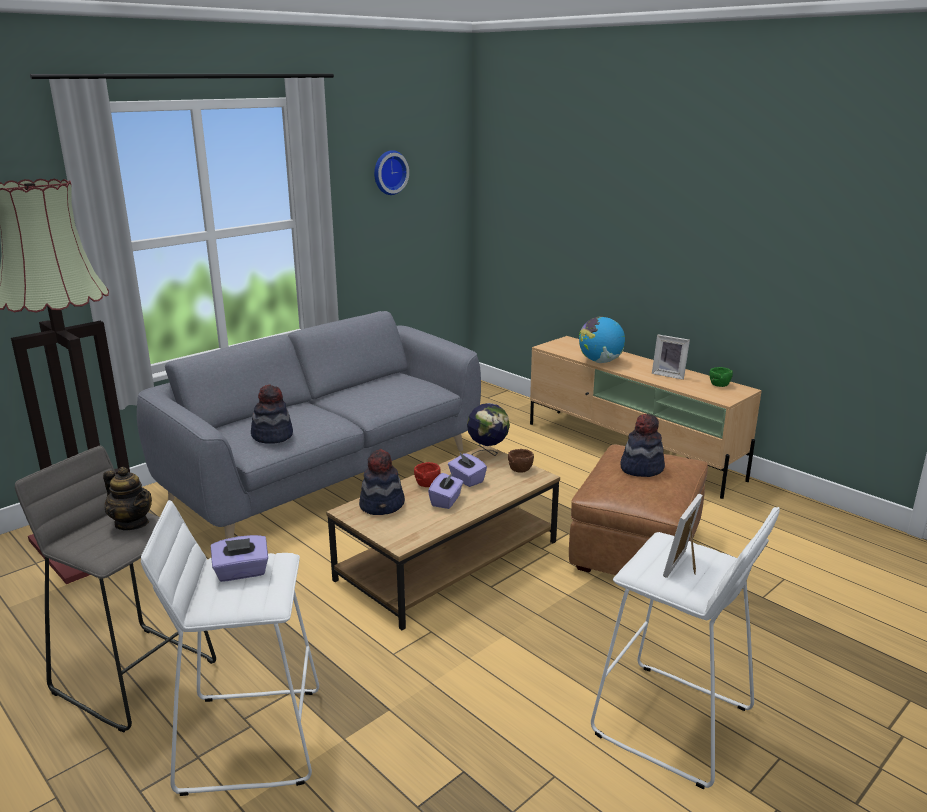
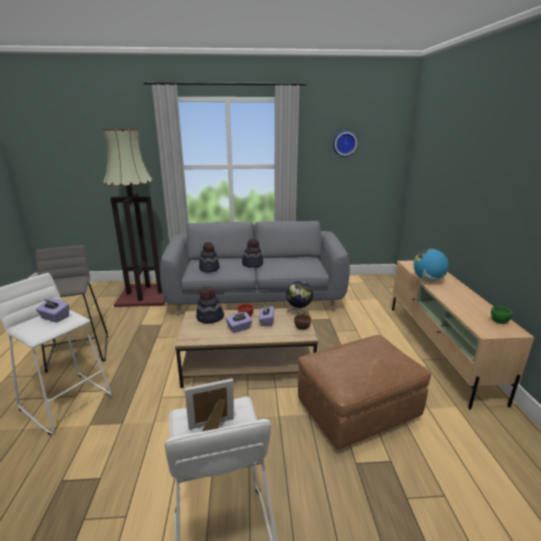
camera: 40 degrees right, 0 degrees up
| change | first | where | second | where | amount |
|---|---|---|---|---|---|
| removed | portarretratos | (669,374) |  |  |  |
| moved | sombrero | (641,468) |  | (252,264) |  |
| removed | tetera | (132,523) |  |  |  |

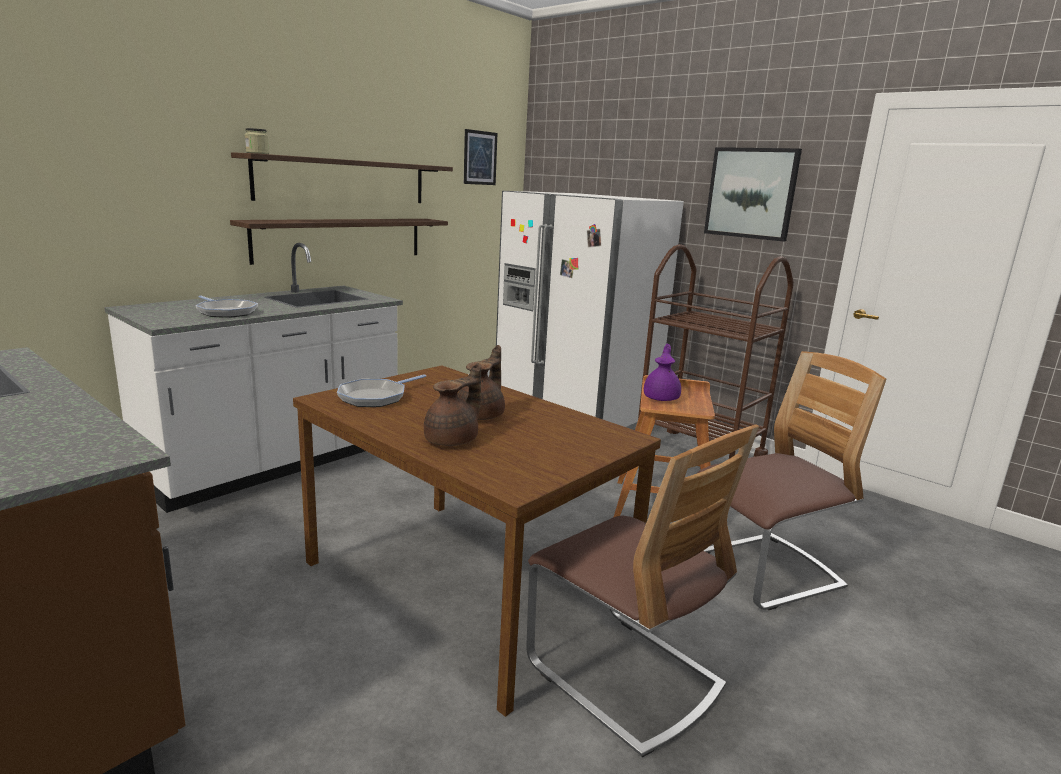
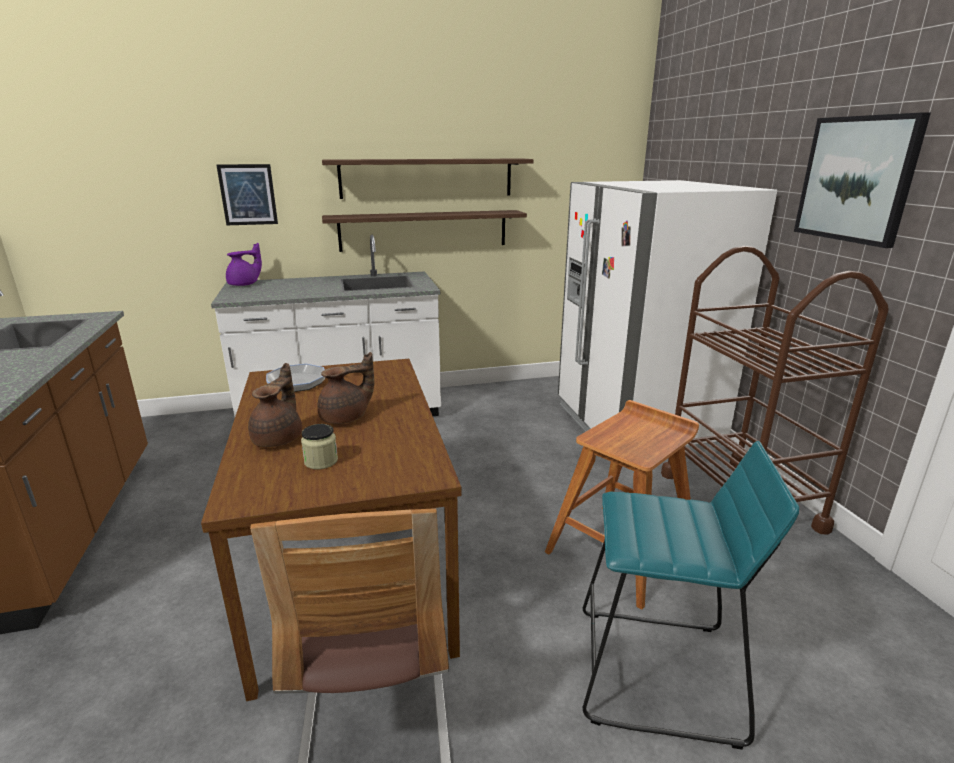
camera: 35 degrees right, 5 degrees up
| change | first | where | second | where | amount |
|---|---|---|---|---|---|
| moved | tarro | (257,153) |  | (321,461) |  |
| moved | cuadro | (480,158) |  | (248,195) |  |
| removed | sartén | (225,312) |  |  |  |
| moved | tetera (morado) | (662,397) |  | (245,284) |  |
| replaced | silla | (763,571) | taburete (turquesa) | (657,673) |  |
| turned | tetera (marrón) | (453,440) |  | (279,438) | 60 degrees counterclockwise |

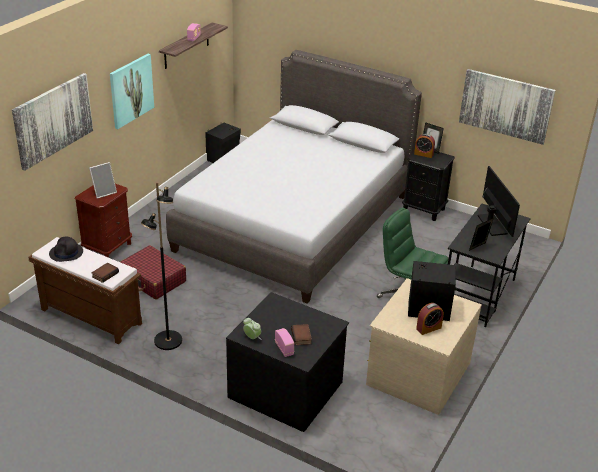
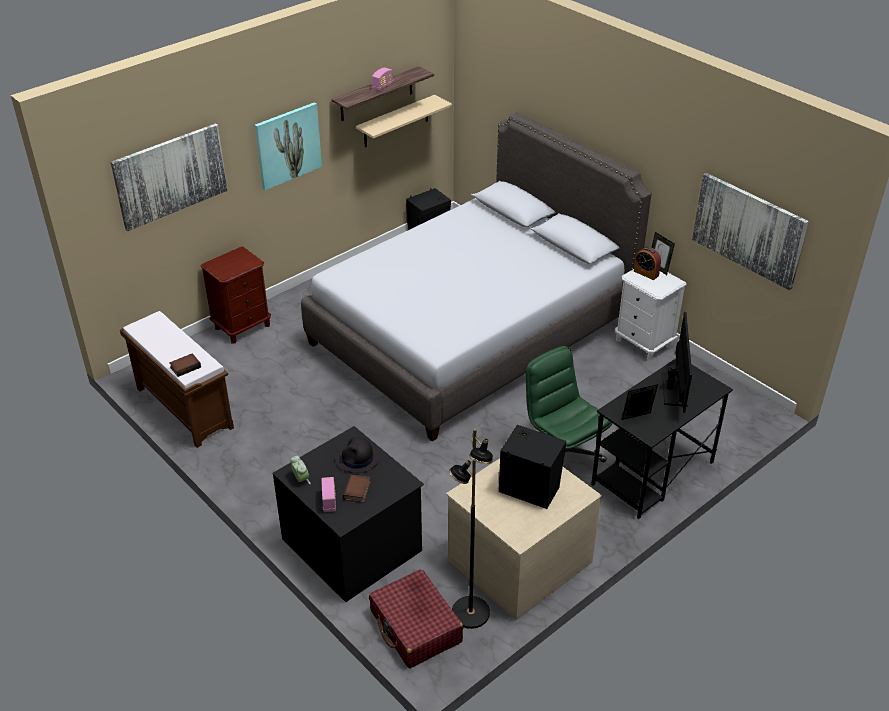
camera: 20 degrees right, 5 degrees up
| change | first | where | second | where | amount |
|---|---|---|---|---|---|
| recoloured | mesita de noche (negro) | (423,210) | mesita de noche (blanco) | (644,343) |  |
| removed | portarretratos | (104,192) |  |  |  |
| moved | lámpara de pie (negro) | (167,341) |  | (470,613) |  |
| moved | sombrero (negro) | (66,253) |  | (357,458) |  |
| moved | maleta (rojo) | (153,280) |  | (415,627) |  |
| removed | despertador | (428,328) |  |  |  |
| added |  |  | estante (beis) | (396,121) |  |

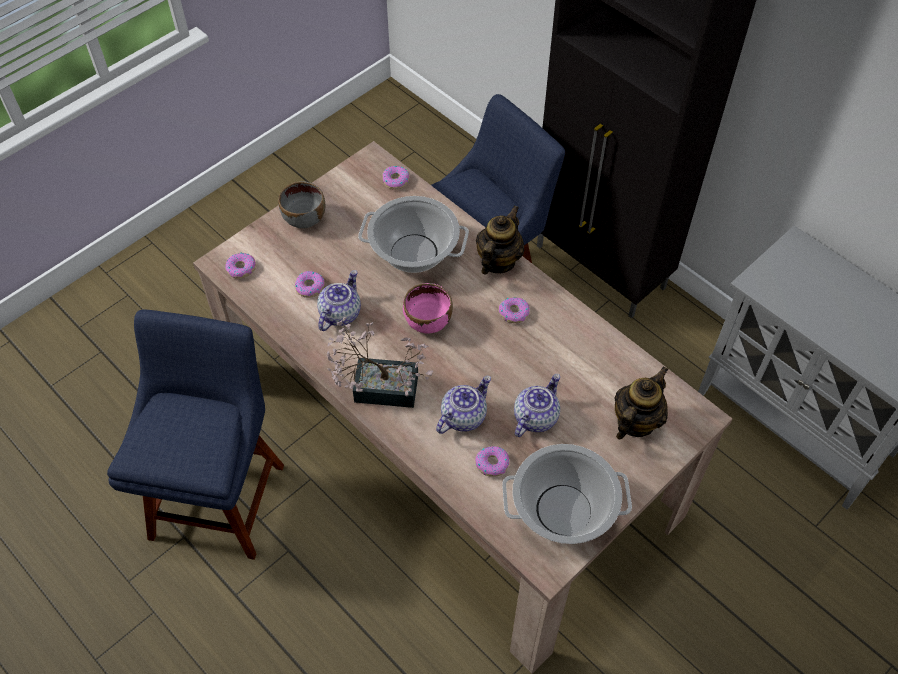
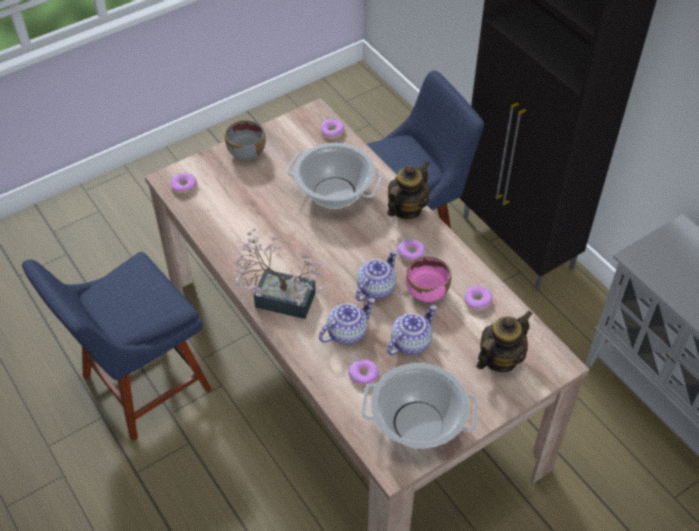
camera: 10 degrees right, 5 degrees down
| change | first | where | second | where | amount |
|---|---|---|---|---|---|
| moved | tetera | (340,313) |  | (375,288) |  |
| moved | rosquilla | (309,287) |  | (477,301) |  |
| moved | cuenco (rosa) | (428,321) |  | (426,292) |  |
| turned | silla (azul) | (220,494) |  | (140,386) | 150 degrees counterclockwise |

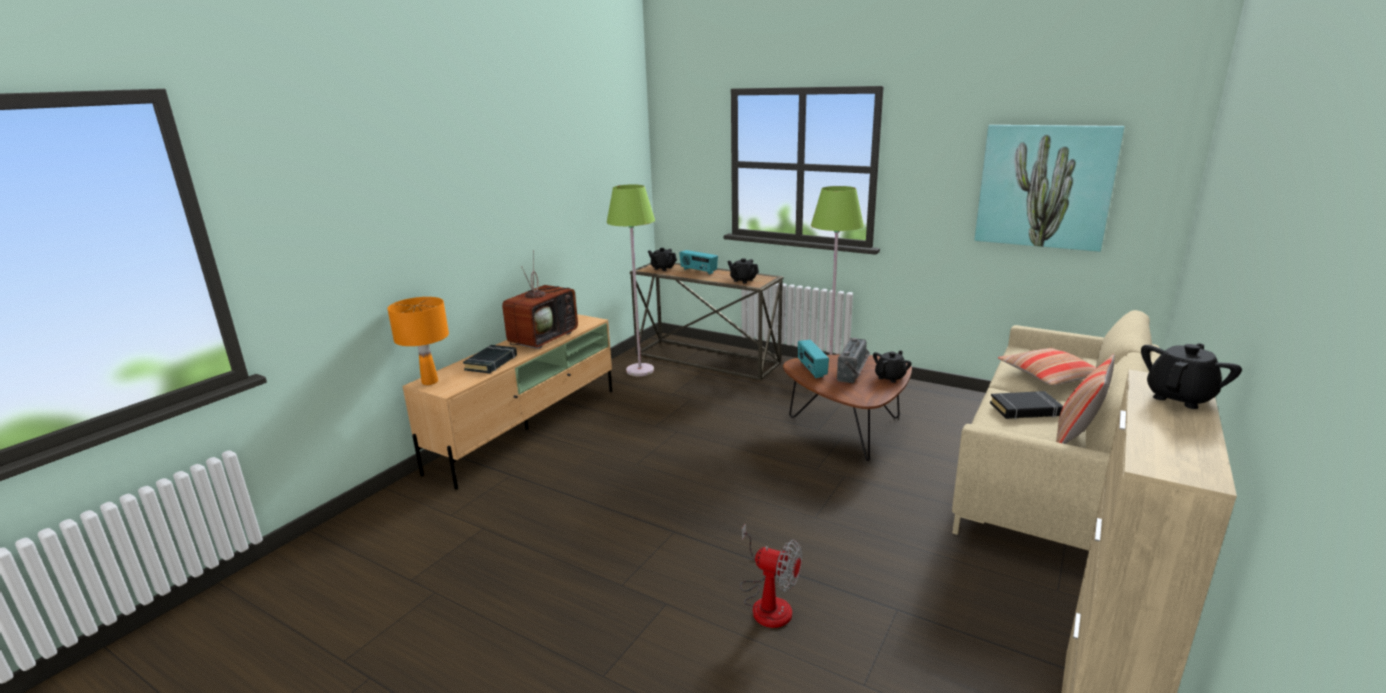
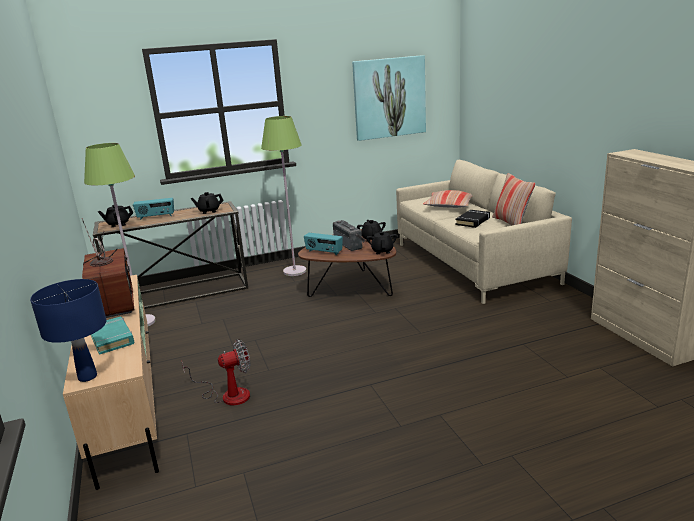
camera: 50 degrees left, 0 degrees up
| change | first | where | second | where | amount |
|---|---|---|---|---|---|
| recoloured | lámpara de mesa (naranja) | (430,382) | lámpara de mesa (azul) | (87,376) |  |
| moved | tetera (negro) | (1179,397) |  | (382,251) |  |
| recoloured | libro (negro) | (491,363) | libro (turquesa) | (112,338) |  |
| moved | ventilador | (767,602) |  | (228,395) |  |

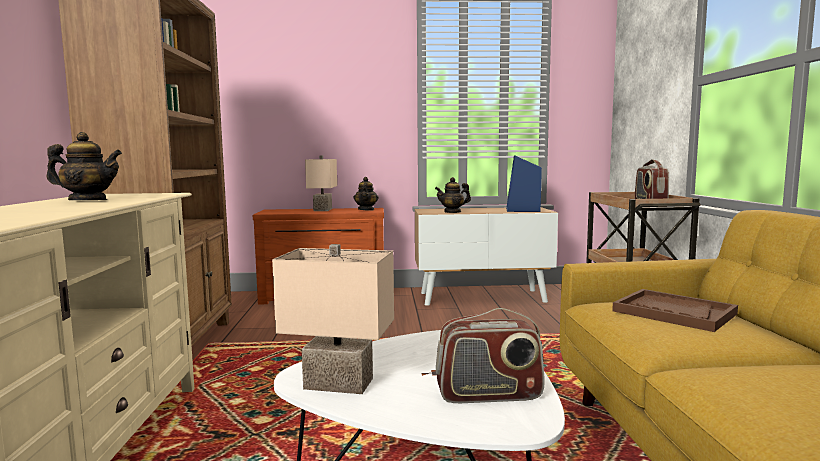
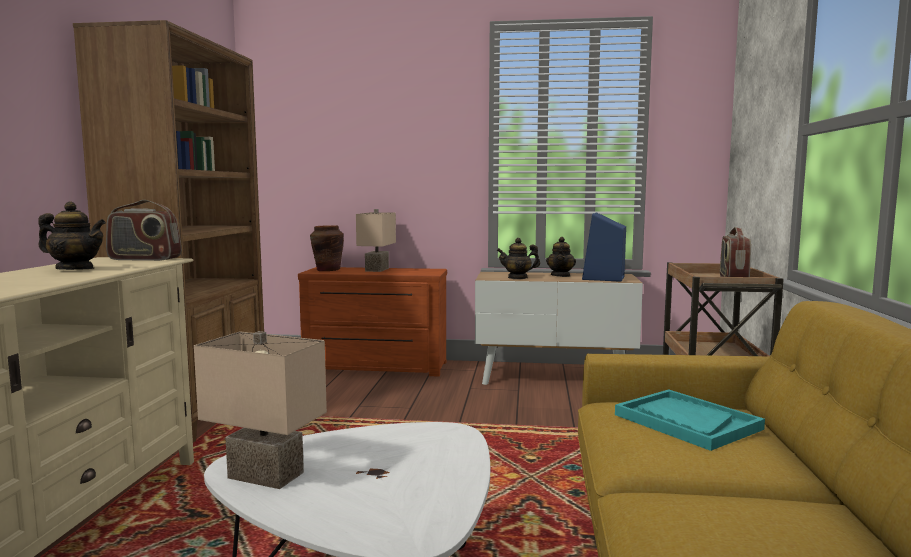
camera: 10 degrees right, 0 degrees up
| change | first | where | second | where | amount |
|---|---|---|---|---|---|
| moved | tetera | (366,210) |  | (561,275) |  |
| recoloured | bandeja (marrón) | (673,312) | bandeja (turquesa) | (686,422) |  |
| moved | radio | (489,395) |  | (144,259) |  |
| added |  |  | florero (marrón) | (328,270) |  |

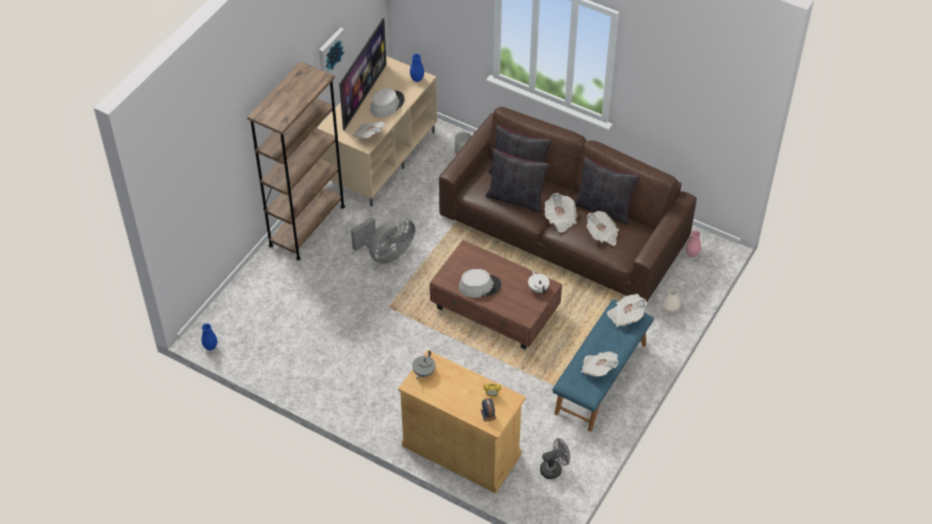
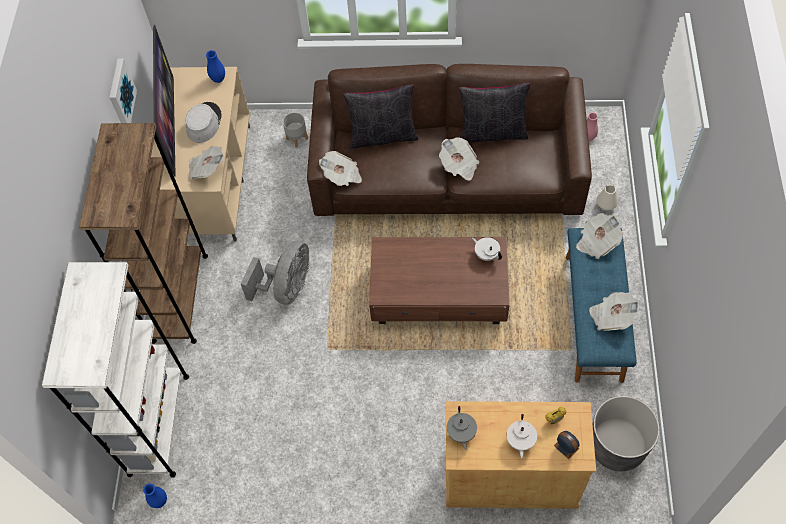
camera: 25 degrees left, 10 degrees up
| change | first | where | second | where | amount |
|---|---|---|---|---|---|
| removed | cojín (negro) | (516,198) |  |  |  |
| moved | periódico | (602,234) |  | (342,176) |  |
| removed | sombrero (gris) | (479,286) |  |  |  |
| replaced | ventilador (gris) | (554,469) | maceta (gris) | (617,445) |  |
| added |  |  | estantería (blanco) | (158,424) |  |
| added |  |  | tetera (blanco) | (520,441) |  |

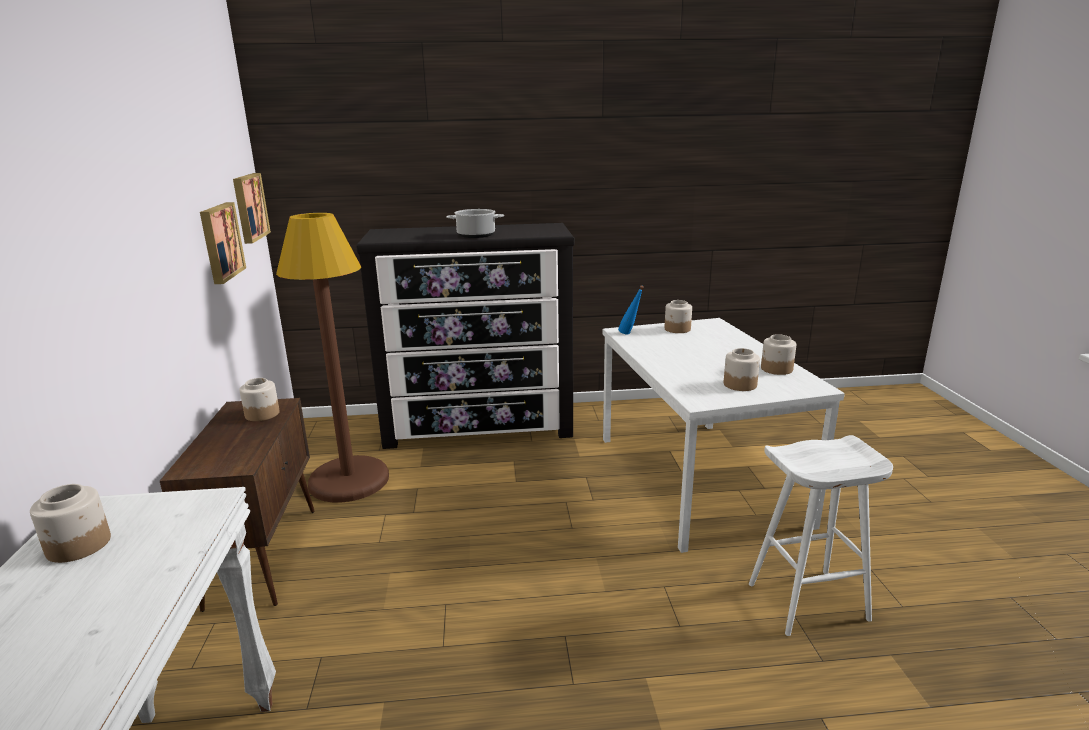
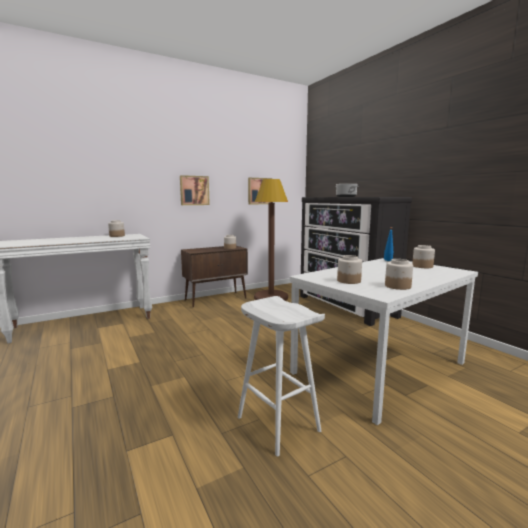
camera: 65 degrees right, 10 degrees down
| change | first | where | second | where | amount |
|---|---|---|---|---|---|
| moved | cuadro | (249,207) |  | (194,190) |  |

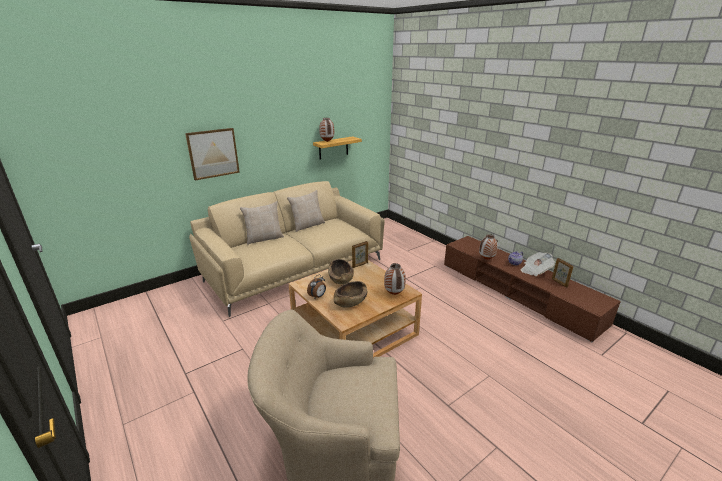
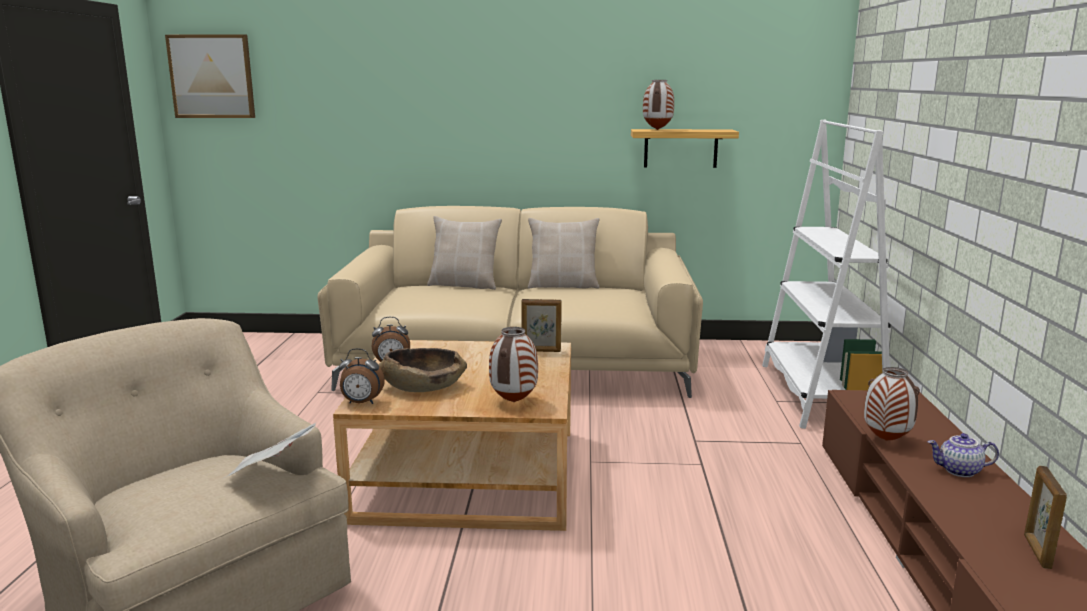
camera: 40 degrees right, 10 degrees down
| change | first | where | second | where | amount |
|---|---|---|---|---|---|
| moved | cuadro | (213,153) |  | (212,76) |  |
| moved | periódico | (535,271) |  | (273,473) |  |
| removed | cuenco (marrón) | (341,279) |  |  |  |
| added |  |  | estantería (blanco) | (820,394) |  |
| added |  |  | despertador | (361,403) |  |

